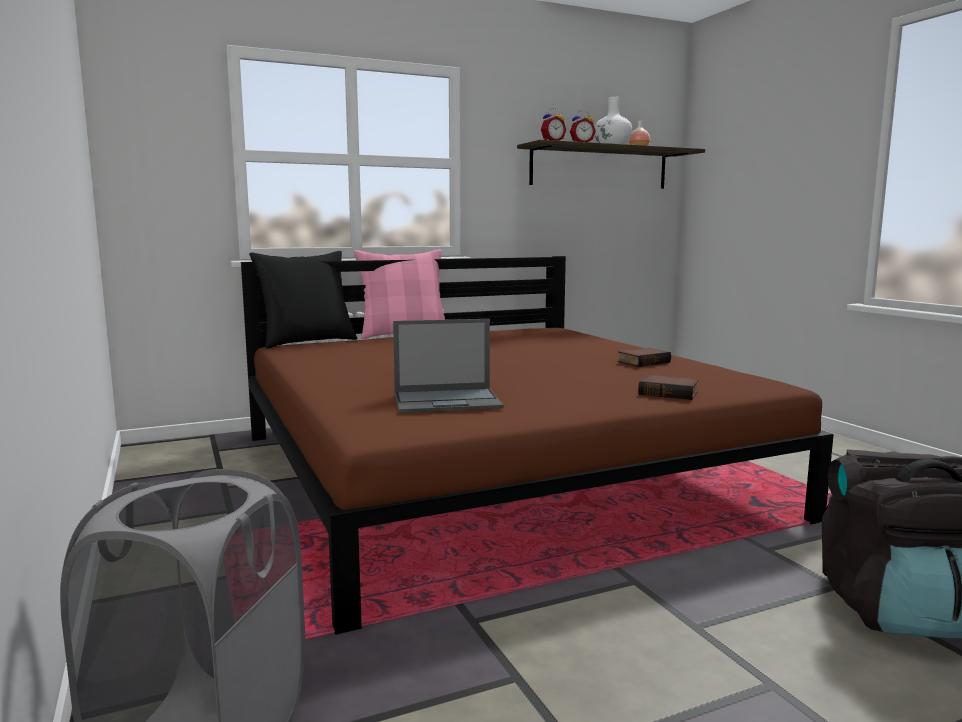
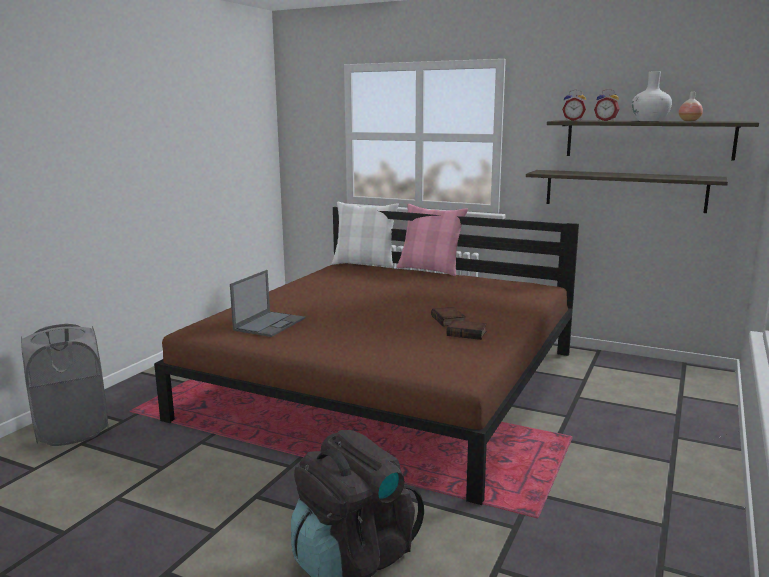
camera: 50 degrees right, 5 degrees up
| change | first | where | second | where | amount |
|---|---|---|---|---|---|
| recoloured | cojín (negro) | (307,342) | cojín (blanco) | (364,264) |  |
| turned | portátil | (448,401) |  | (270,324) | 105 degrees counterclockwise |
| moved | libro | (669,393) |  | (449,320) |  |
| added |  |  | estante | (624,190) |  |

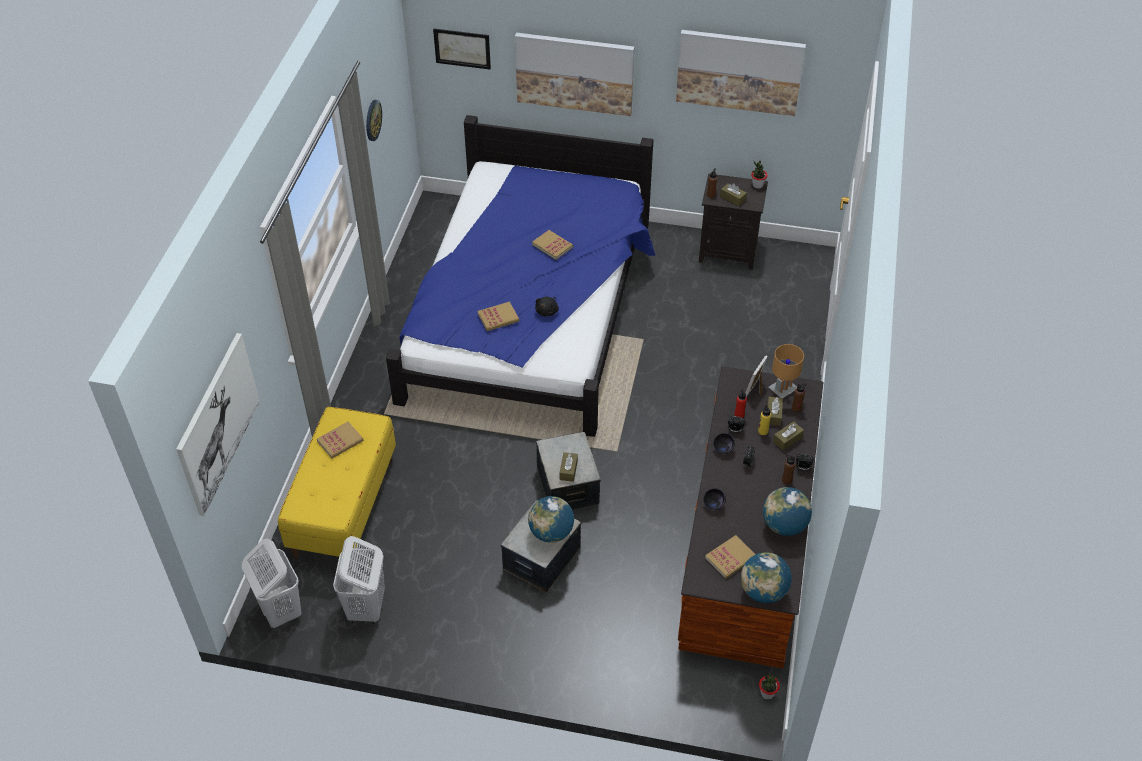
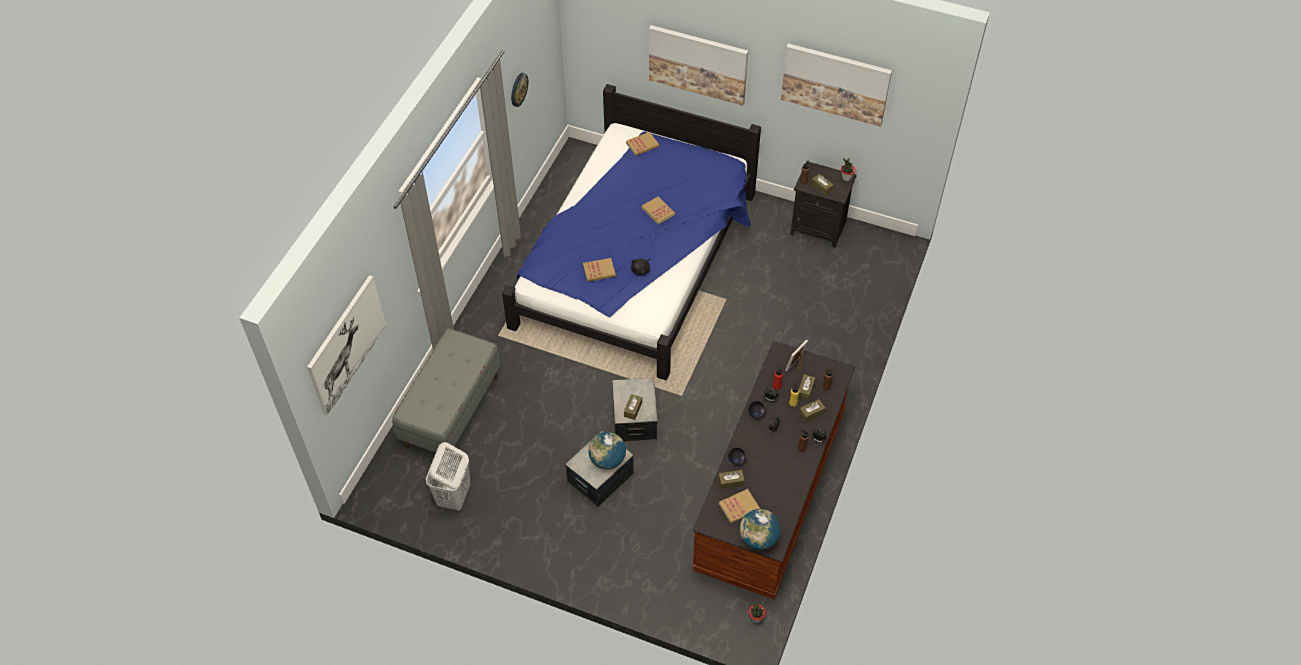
camera: 10 degrees right, 5 degrees up
| change | first | where | second | where | amount |
|---|---|---|---|---|---|
| removed | cuadro | (462,48) |  |  |  |
| removed | lámpara de mesa (marrón) | (783,389) |  |  |  |
| recoloured | banco (amarillo) | (344,507) | banco (gris) | (451,411) |  |
| moved | libro | (340,441) |  | (642,145) |  |
| removed | globo terráqueo | (784,525) |  |  |  |
| removed | cesto de la ropa (blanco) | (280,610) |  |  |  |
| added |  |  | caja de pañuelos (marrón) | (731,482) |  |

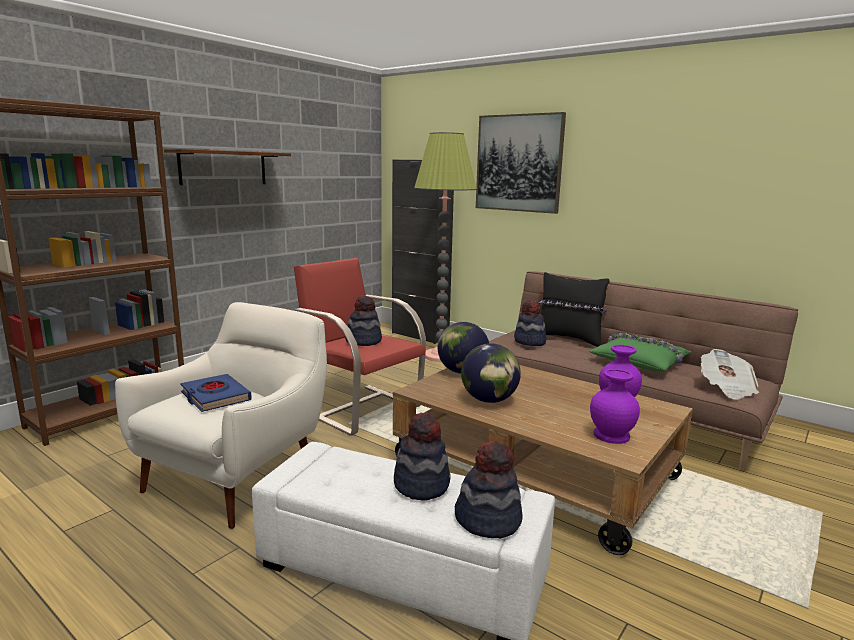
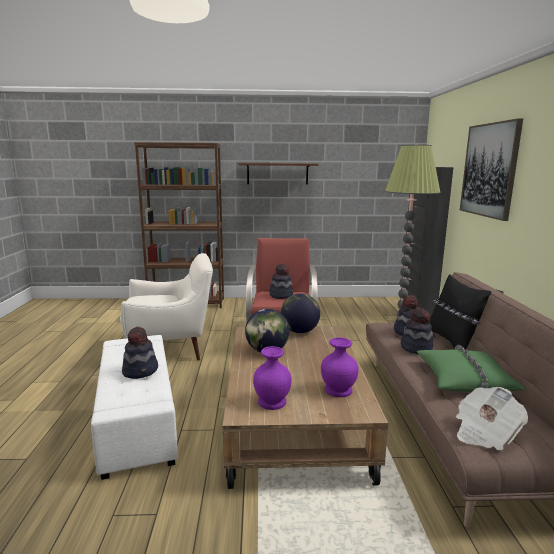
camera: 50 degrees right, 0 degrees up
| change | first | where | second | where | amount |
|---|---|---|---|---|---|
| removed | libro (azul) | (215,397) |  |  |  |
| moved | sombrero | (488,520) |  | (416,348) |  |

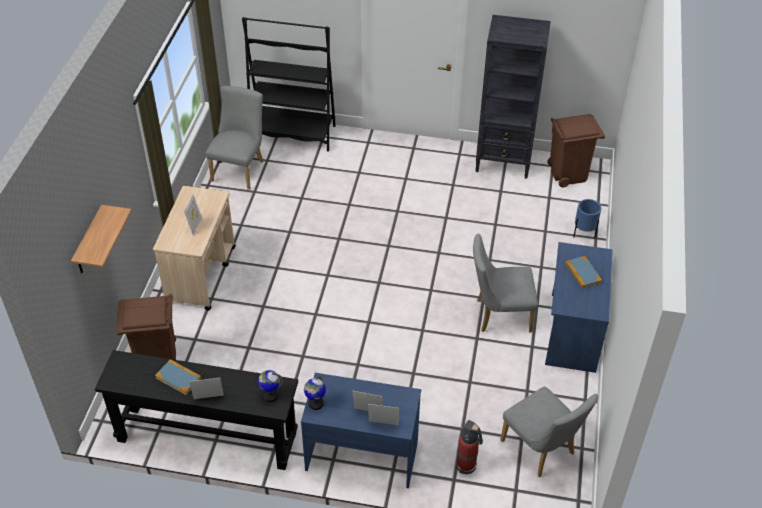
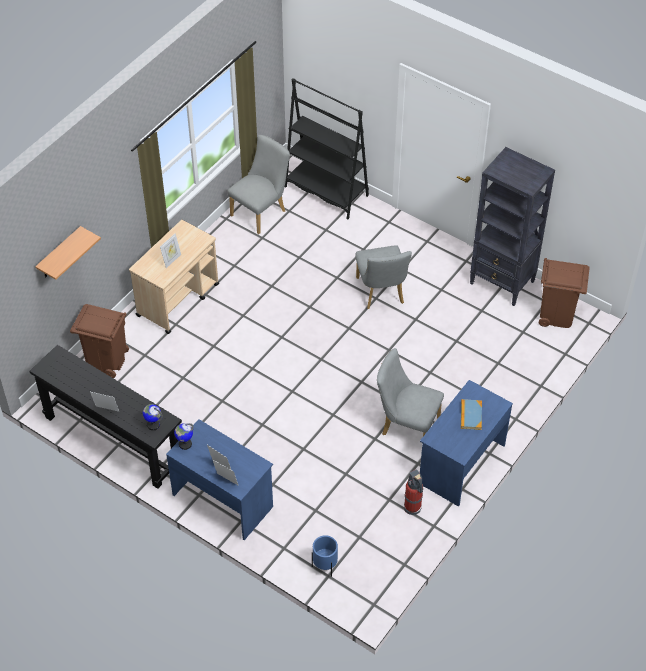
camera: 25 degrees right, 5 degrees up
| change | first | where | second | where | amount |
|---|---|---|---|---|---|
| moved | maceta (azul) | (584,233) |  | (325,566) |  |
| removed | libro | (178,378) |  |  |  |
| moved | silla (gris) | (541,450) |  | (381,293) |  |
| moved | extintor | (467,466) |  | (413,508) |  |

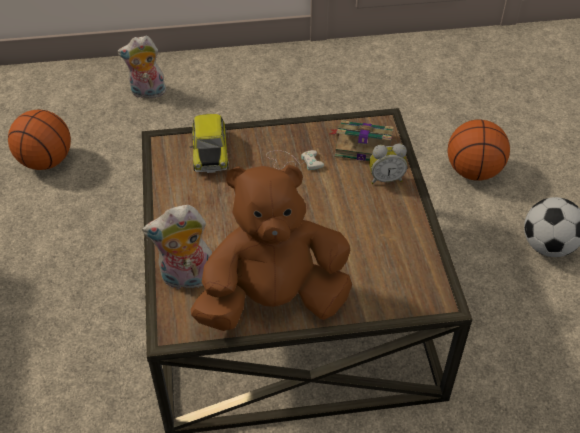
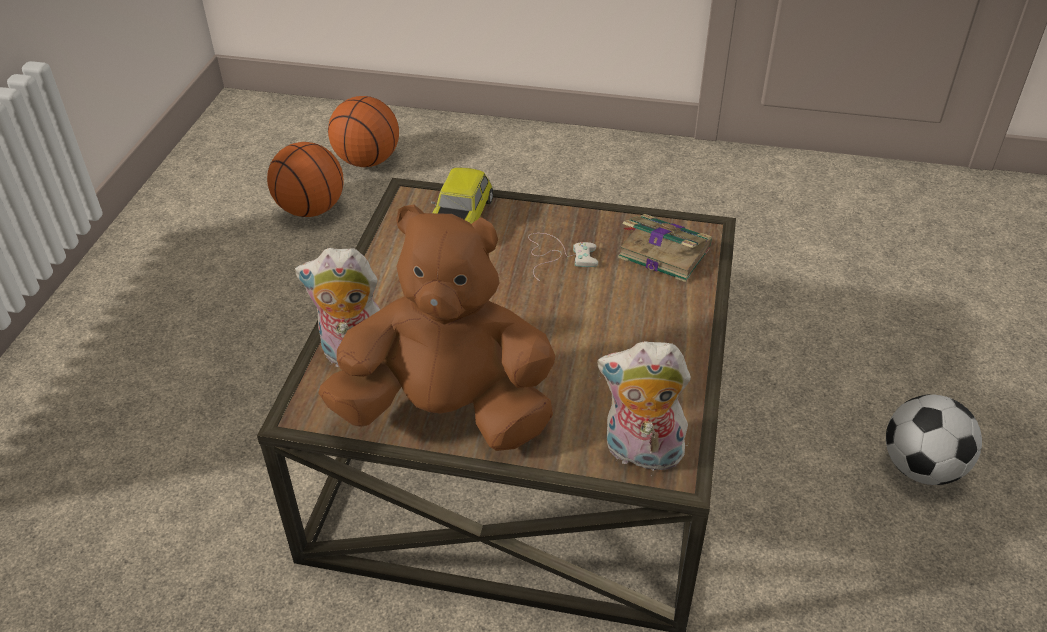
camera: 20 degrees right, 5 degrees down
| change | first | where | second | where | amount |
|---|---|---|---|---|---|
| moved | peluche | (147,93) |  | (641,454) |  |
| moved | balón de baloncesto | (473,171) |  | (367,161) |  |
| removed | despertador | (385,178) |  |  |  |

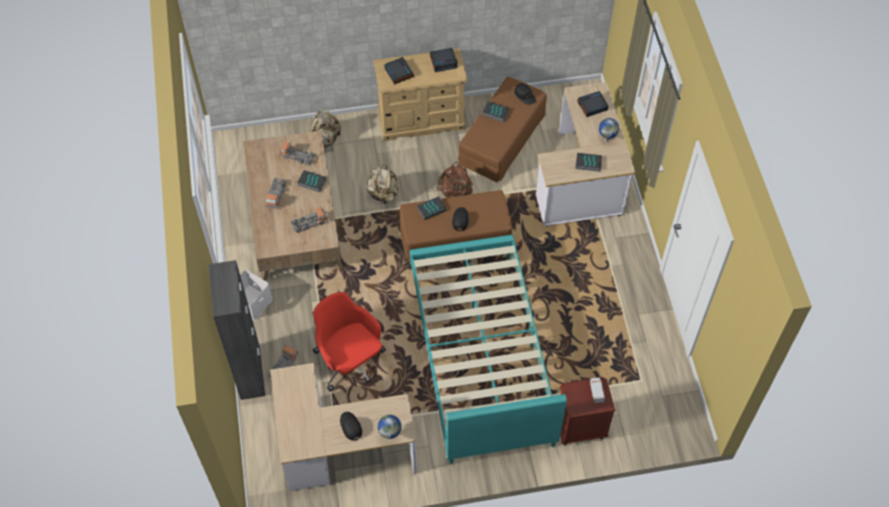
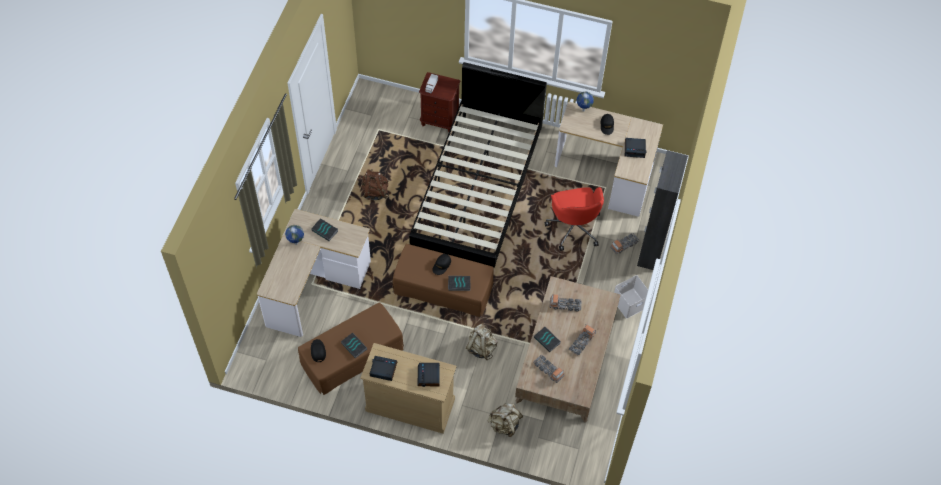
camera: 155 degrees left, 0 degrees up
| change | first | where | second | where | amount |
|---|---|---|---|---|---|
| moved | despertador | (592,106) |  | (635,149) |  |
| moved | mochila (marrón) | (455,192) |  | (375,192) |  |
| recoloured | cama (turquesa) | (481,355) | cama (negro) | (477,191) |  |

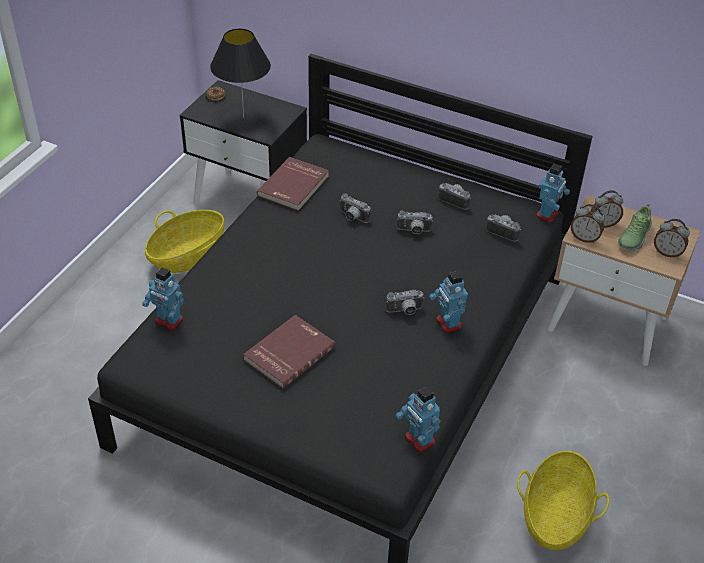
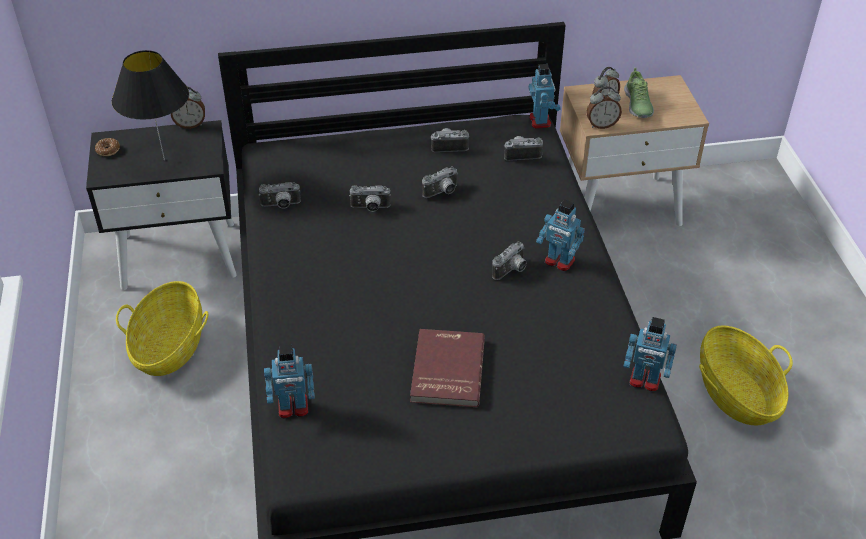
camera: 35 degrees left, 0 degrees up
| change | first | where | second | where | amount |
|---|---|---|---|---|---|
| replaced | libro (rojo) | (294,186) | cámara | (281,205) |  |
| moved | despertador | (667,252) |  | (190,125) |  |

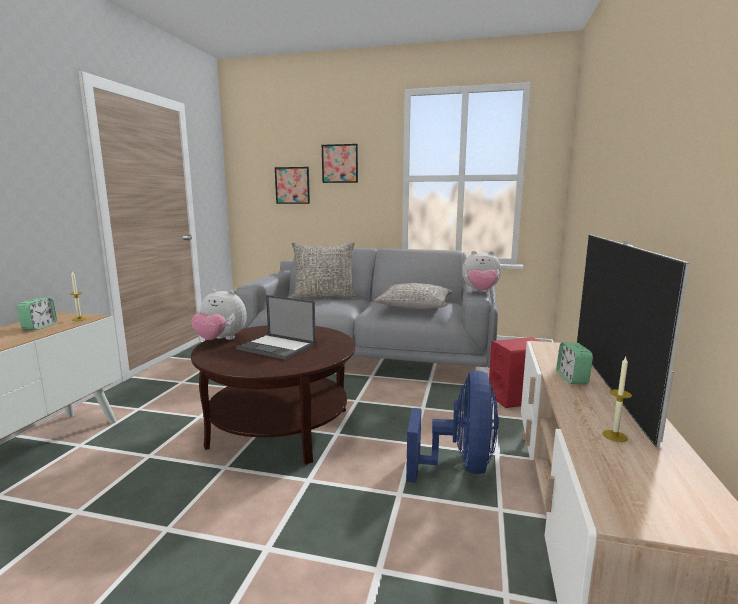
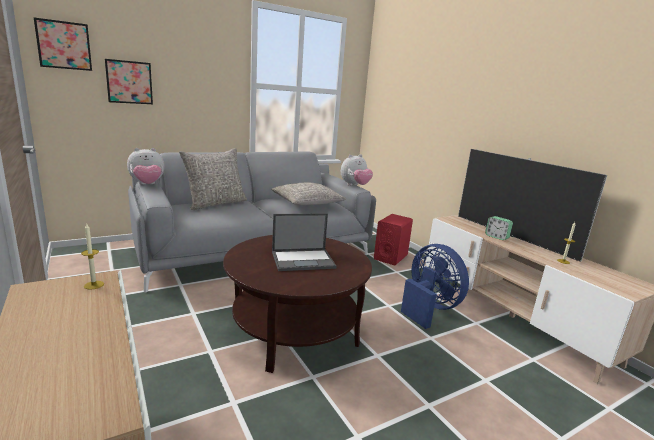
camera: 45 degrees left, 5 degrees up
| change | first | where | second | where | amount |
|---|---|---|---|---|---|
| moved | cuadro | (340,163) |  | (64,45) |  |
| moved | peluche | (221,340) |  | (147,185) |  |
| removed | despertador | (39,327) |  |  |  |

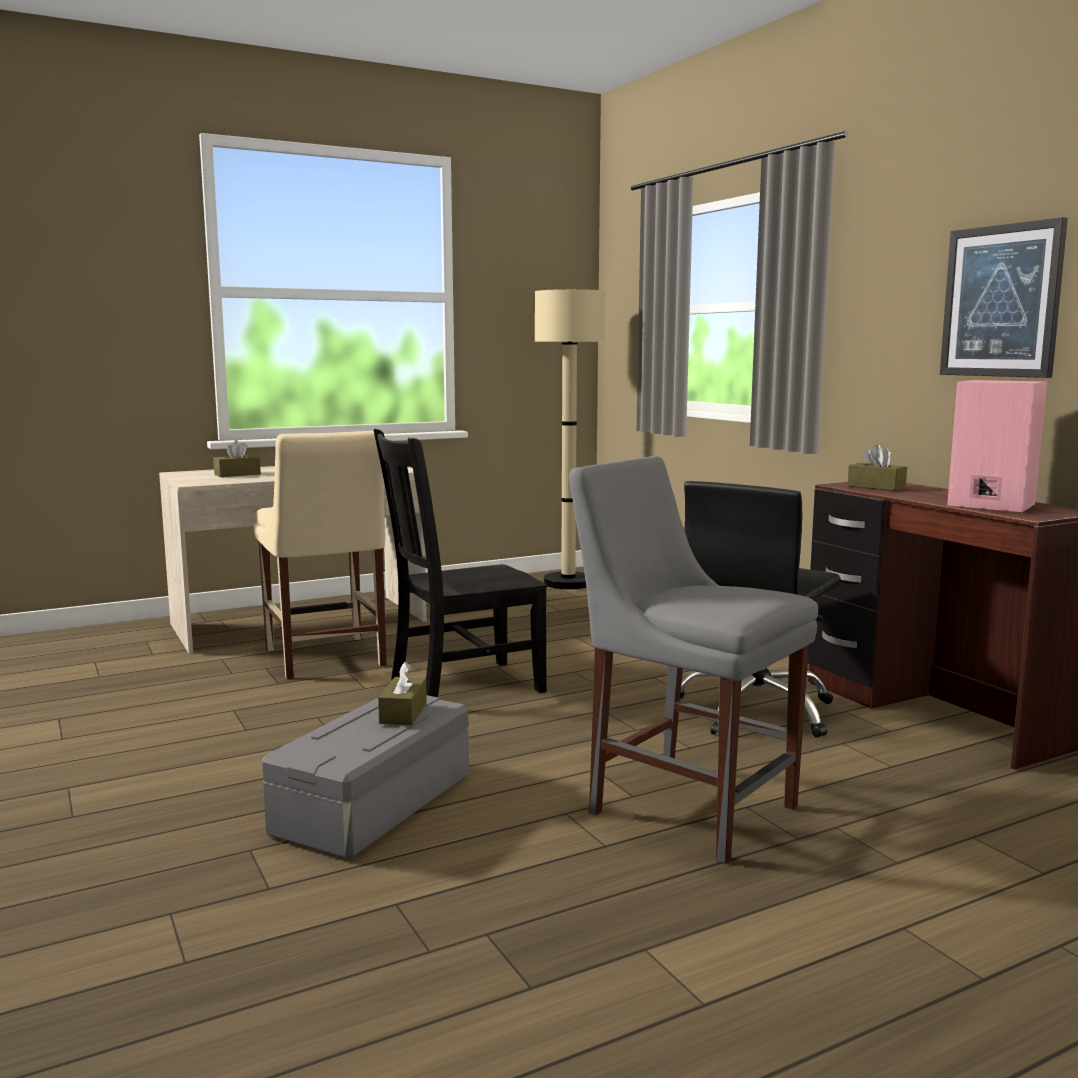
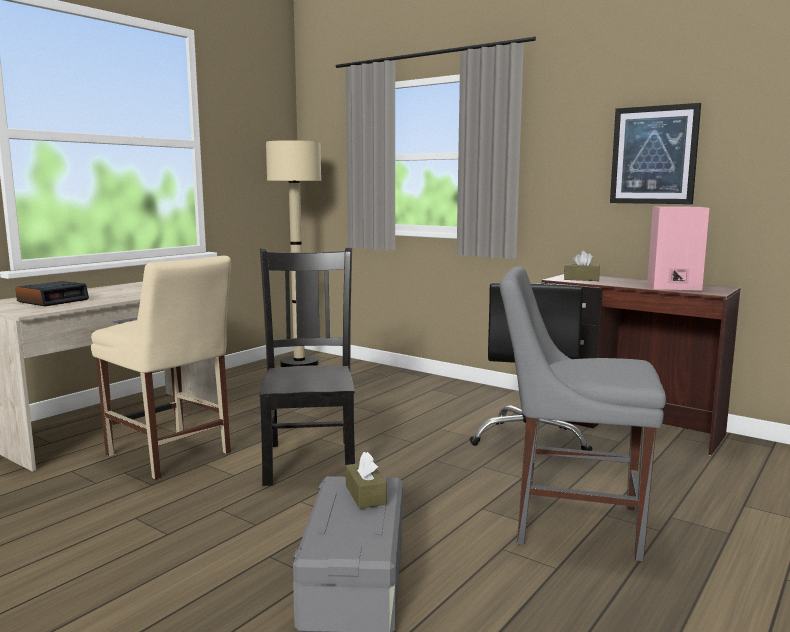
camera: 25 degrees left, 0 degrees up
| change | first | where | second | where | amount |
|---|---|---|---|---|---|
| turned | silla (negro) | (461,686) |  | (310,459) | 135 degrees clockwise |
| replaced | caja de pañuelos (marrón) | (237,474) | despertador | (53,300) |  |

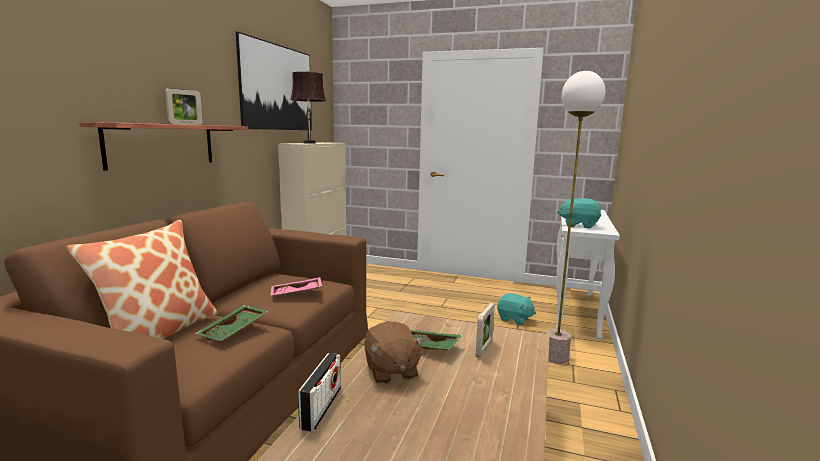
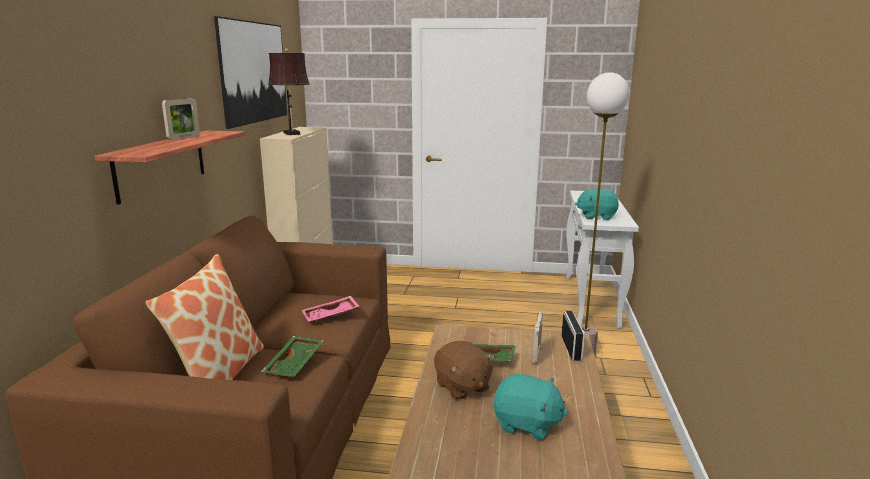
camera: 10 degrees left, 5 degrees up
| change | first | where | second | where | amount |
|---|---|---|---|---|---|
| moved | peluche (turquesa) | (514,319) |  | (527,424) |  |
| moved | radio | (321,408) |  | (571,347) |  |

